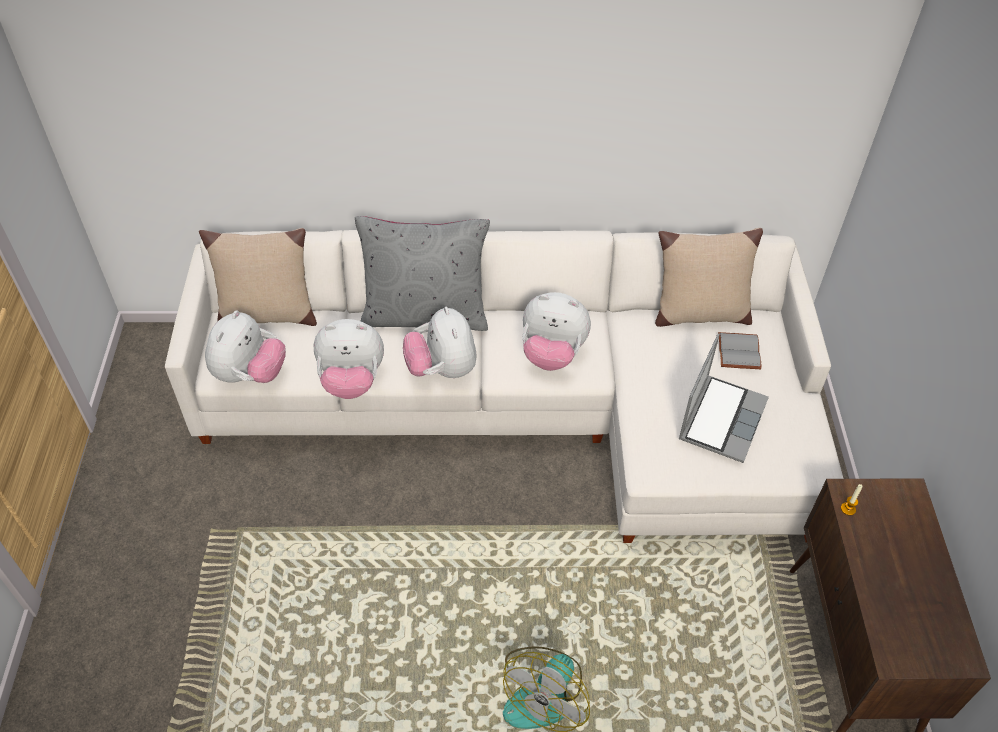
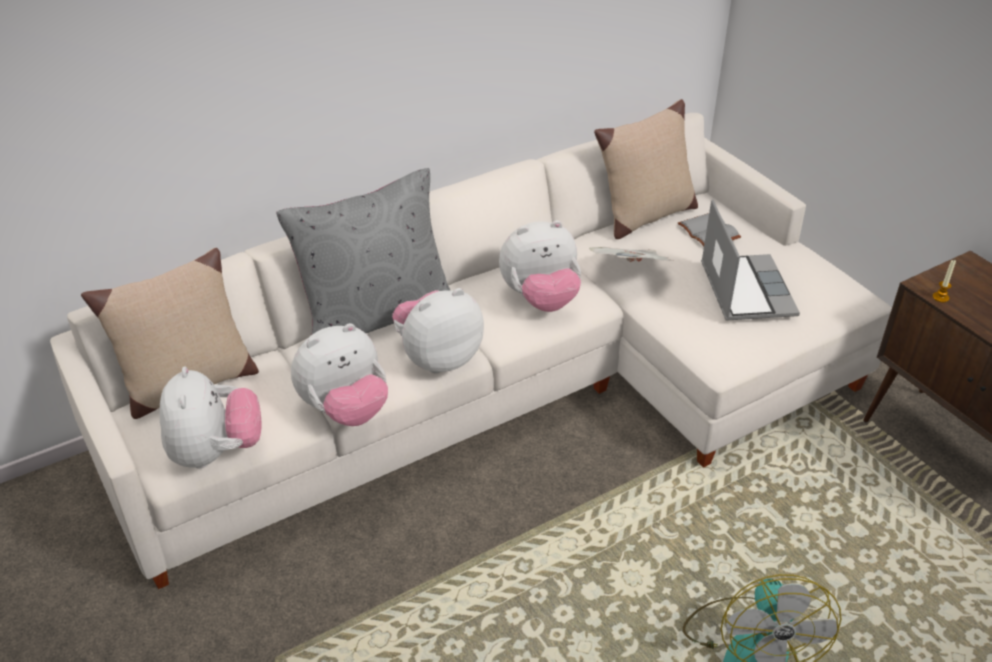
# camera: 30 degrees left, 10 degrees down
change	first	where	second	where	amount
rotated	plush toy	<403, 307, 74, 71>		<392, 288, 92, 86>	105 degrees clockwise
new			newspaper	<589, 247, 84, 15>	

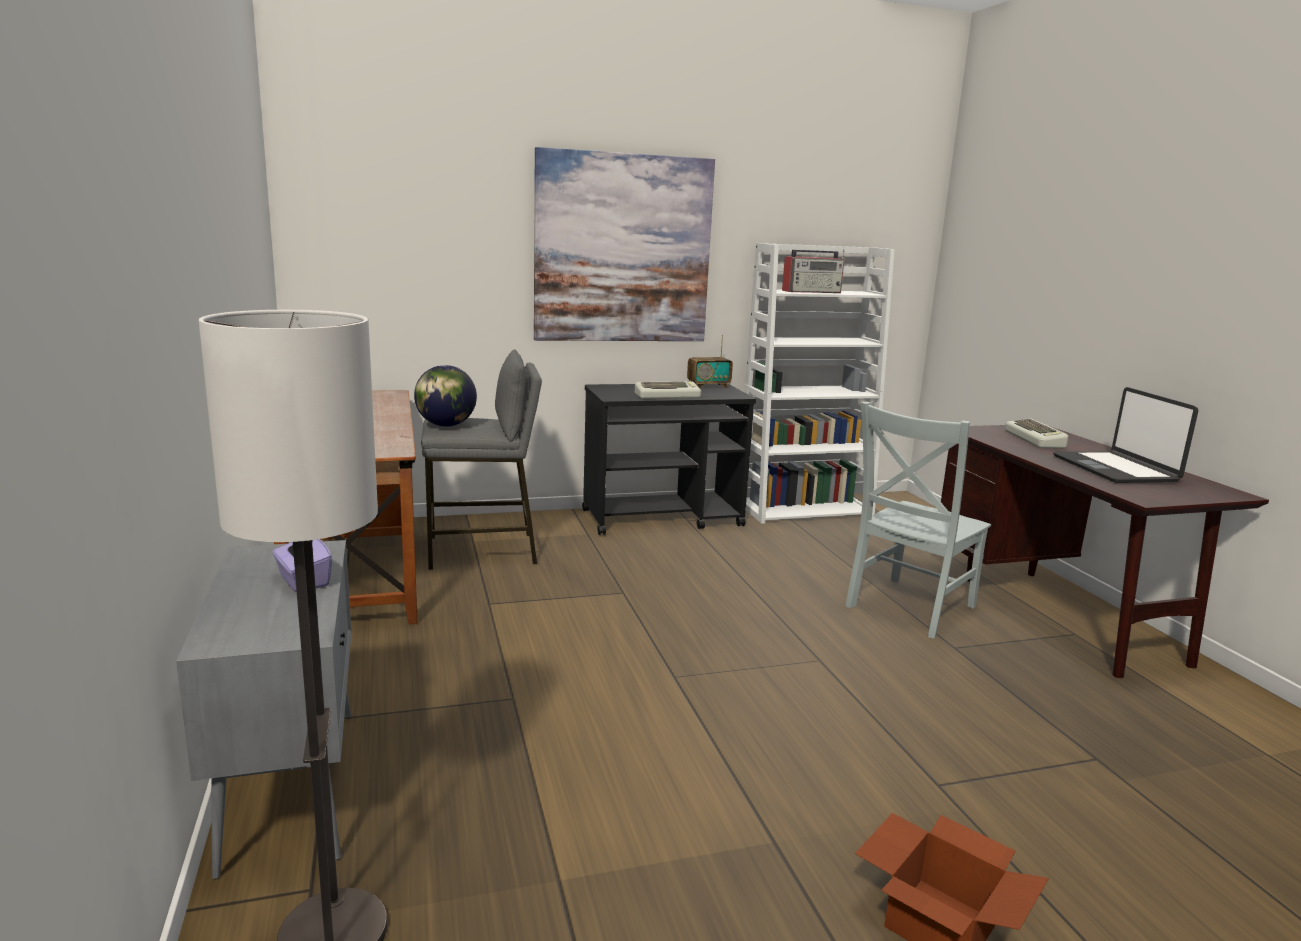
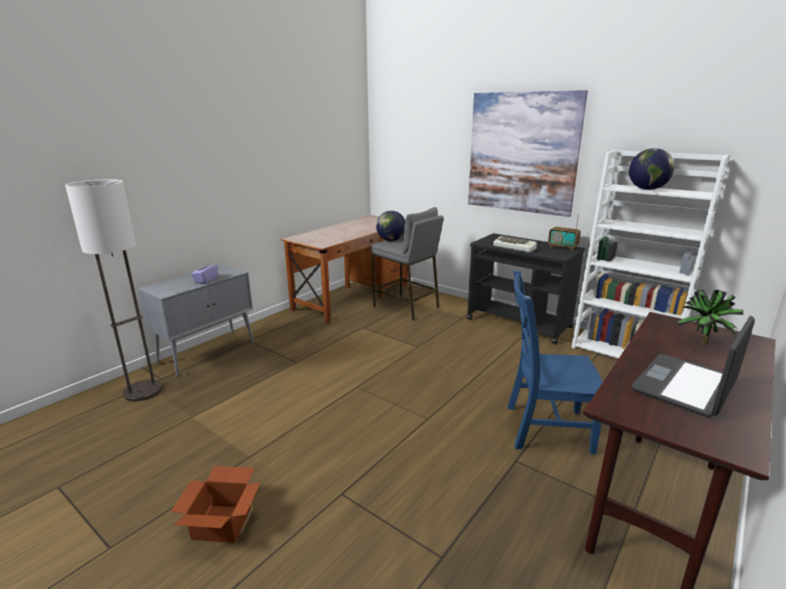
# camera: 55 degrees right, 5 degrees up
change	first	where	second	where	amount
repainted	grey chair	<845, 402, 146, 237>	blue chair	<507, 270, 96, 185>	
swapped	radio	<782, 249, 63, 44>	globe	<629, 148, 46, 42>	
swapped	keyboard	<1005, 418, 63, 31>	potted plant	<677, 289, 66, 56>	

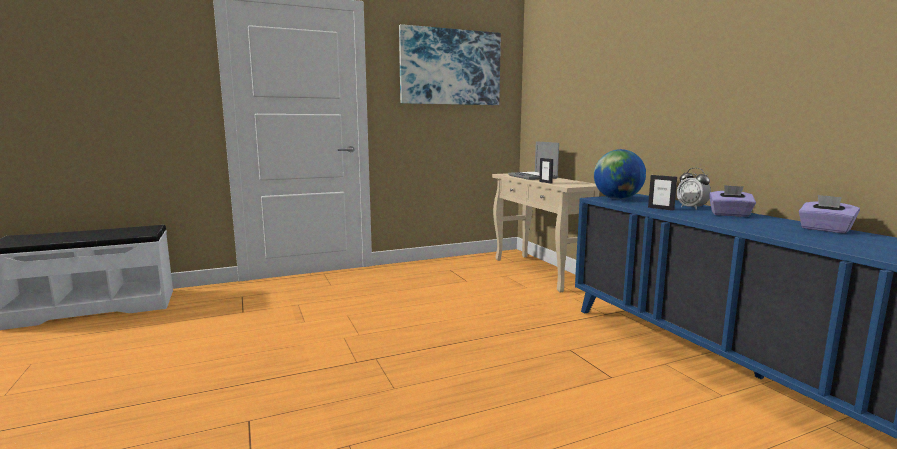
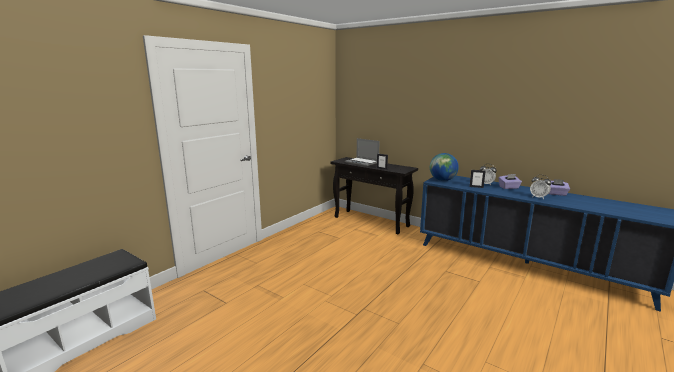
# camera: 30 degrees left, 5 degrees up
change	first	where	second	where	amount
repainted	beige console table	<492, 173, 107, 119>	black console table	<330, 157, 88, 77>	
new			alarm clock	<530, 175, 21, 24>	
gone	picture	<399, 24, 102, 81>			

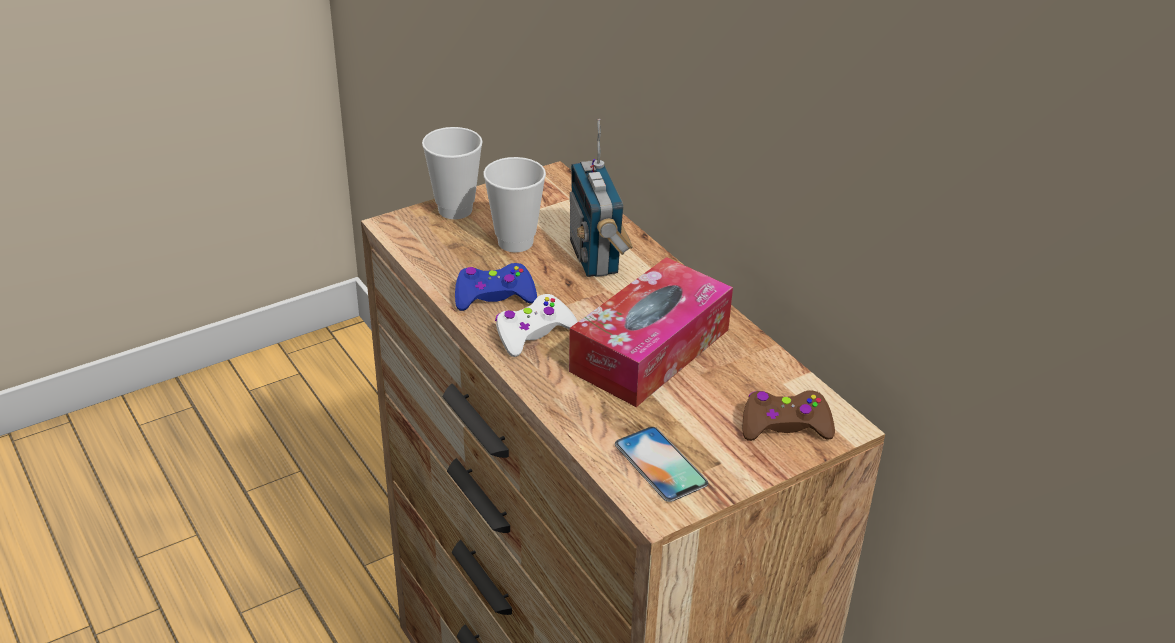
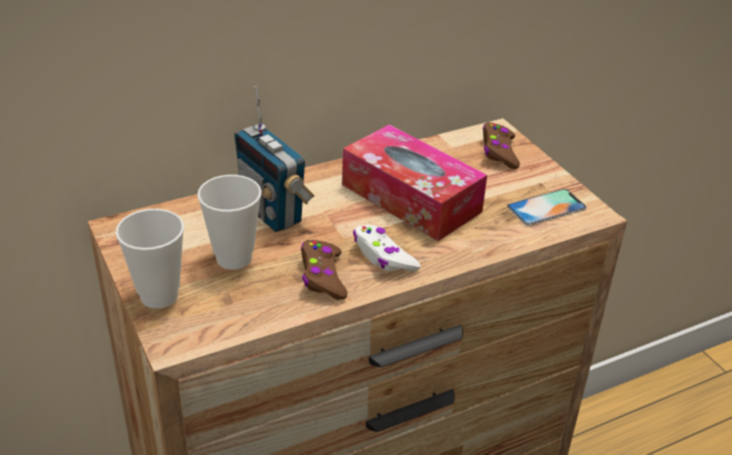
# camera: 85 degrees left, 0 degrees up
change	first	where	second	where	amount
rotated	radio	<570, 119, 63, 158>		<234, 86, 80, 146>	60 degrees clockwise
repainted	blue game controller	<455, 263, 82, 48>	brown game controller	<301, 240, 47, 60>	

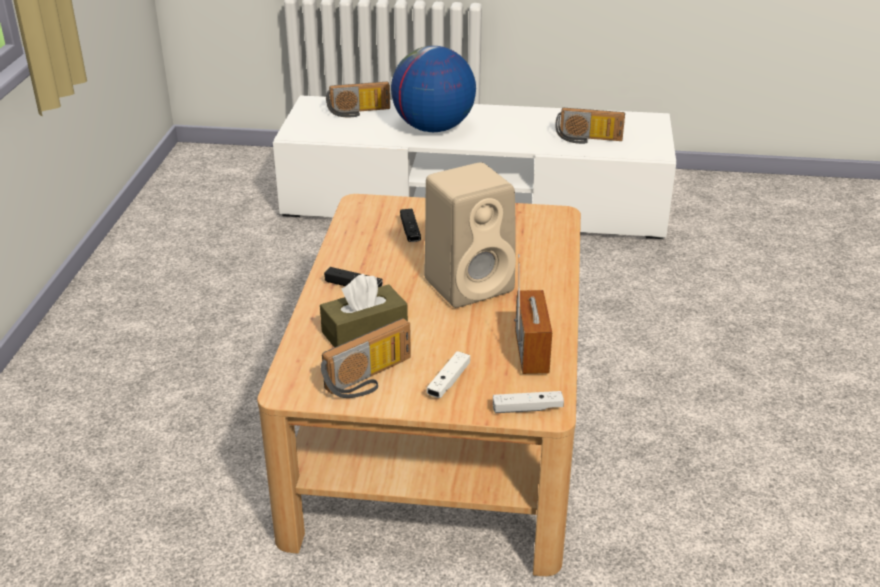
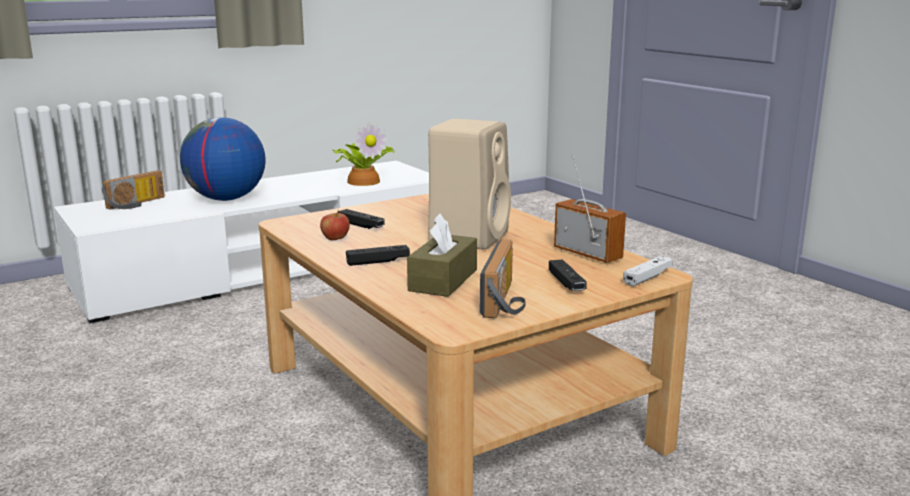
# camera: 40 degrees left, 15 degrees down
change	first	where	second	where	amount
new			apple	<320, 210, 30, 30>	
swapped	radio	<555, 108, 70, 36>	potted plant	<332, 123, 64, 63>	
repainted	white game controller	<426, 351, 44, 47>	black game controller	<549, 259, 37, 32>	

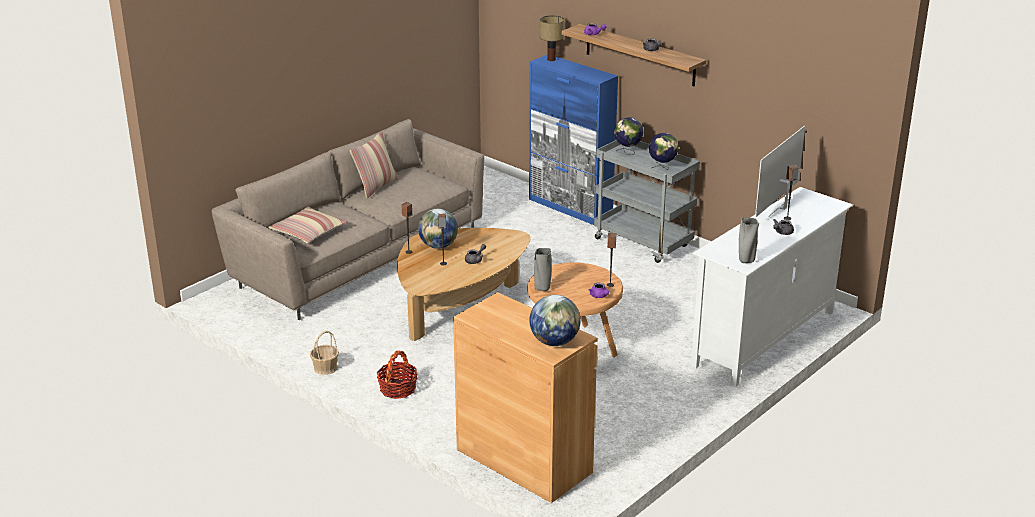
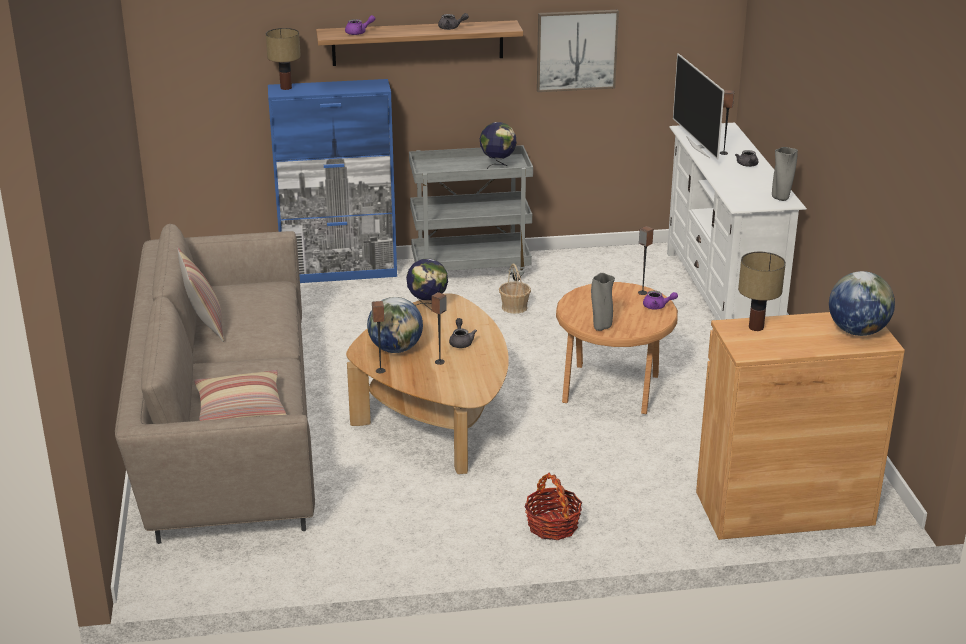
# camera: 50 degrees left, 0 degrees up
change	first	where	second	where	amount
shifted	globe	<614, 117, 29, 38>		<406, 259, 42, 50>	
shifted	basket	<310, 331, 29, 44>		<499, 264, 32, 50>	
new			picture	<537, 10, 82, 82>	
new			table lamp	<738, 252, 48, 79>	

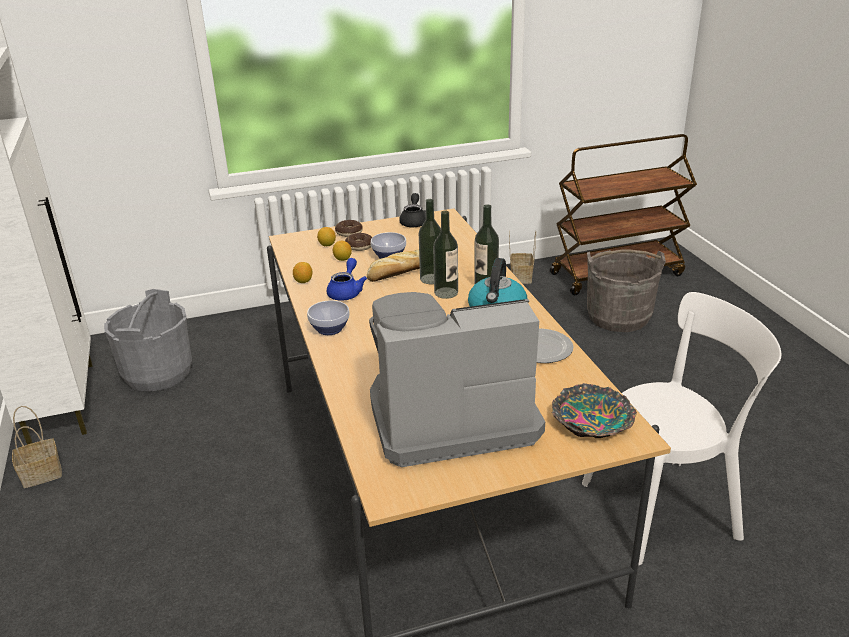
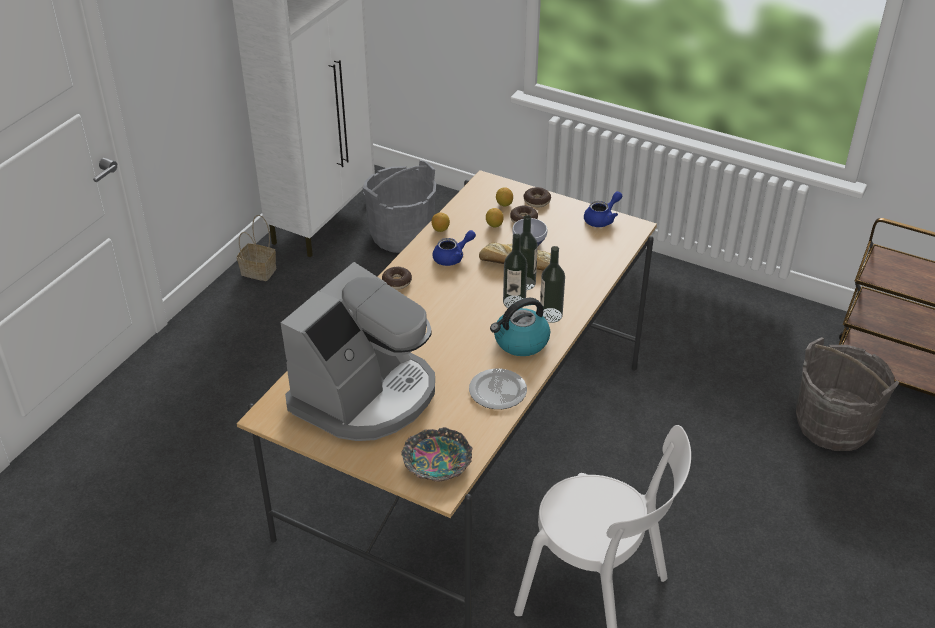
# camera: 45 degrees right, 10 degrees up
change	first	where	second	where	amount
rotated	coffee machine	<369, 292, 176, 175>		<281, 262, 154, 179>	90 degrees clockwise
swapped	bowl	<307, 300, 43, 35>	donut	<382, 267, 30, 23>	
repainted	black teapot	<399, 193, 27, 34>	blue teapot	<584, 191, 38, 36>	
gone	basket	<509, 231, 27, 53>			

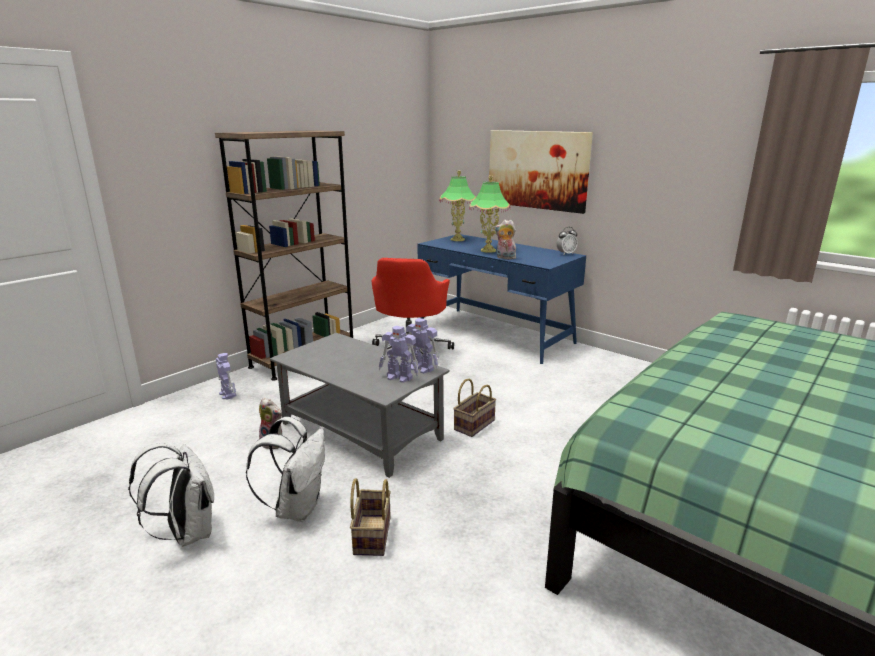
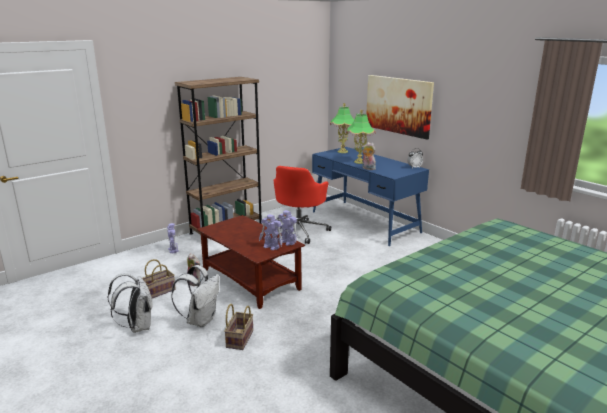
# camera: 10 degrees right, 0 degrees up
change	first	where	second	where	amount
shifted	basket	<453, 378, 43, 59>		<142, 259, 34, 40>	
repainted	grey coffee table	<270, 333, 179, 145>	brown coffee table	<197, 215, 108, 94>	

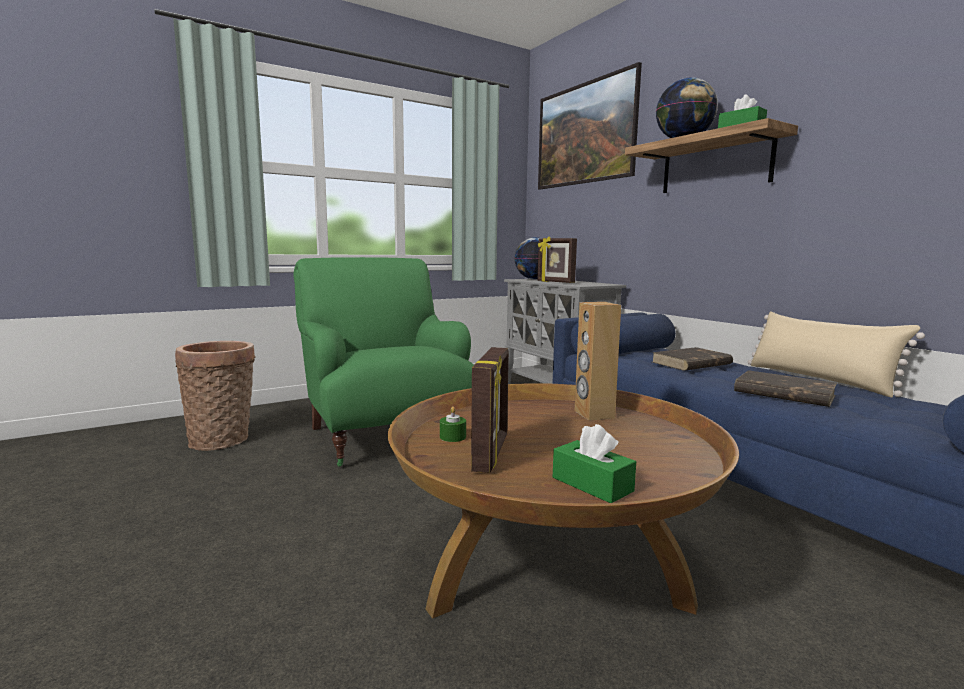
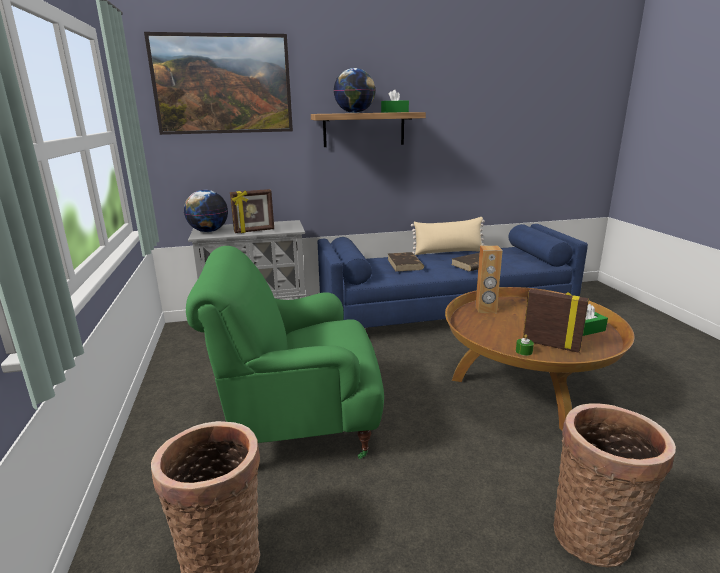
# camera: 70 degrees left, 10 degrees up
change	first	where	second	where	amount
new			basket	<553, 403, 123, 164>	

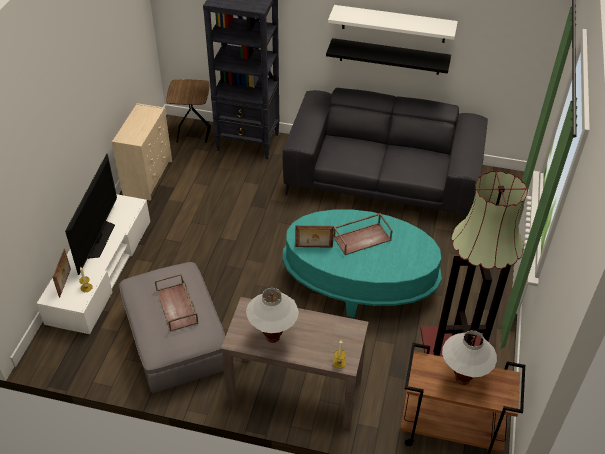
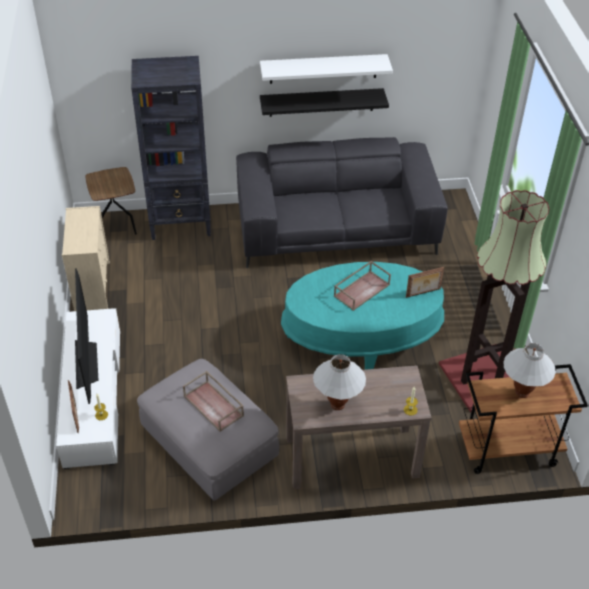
# camera: 20 degrees left, 0 degrees up
change	first	where	second	where	amount
shifted	picture frame	<295, 225, 39, 23>		<406, 267, 38, 31>	

